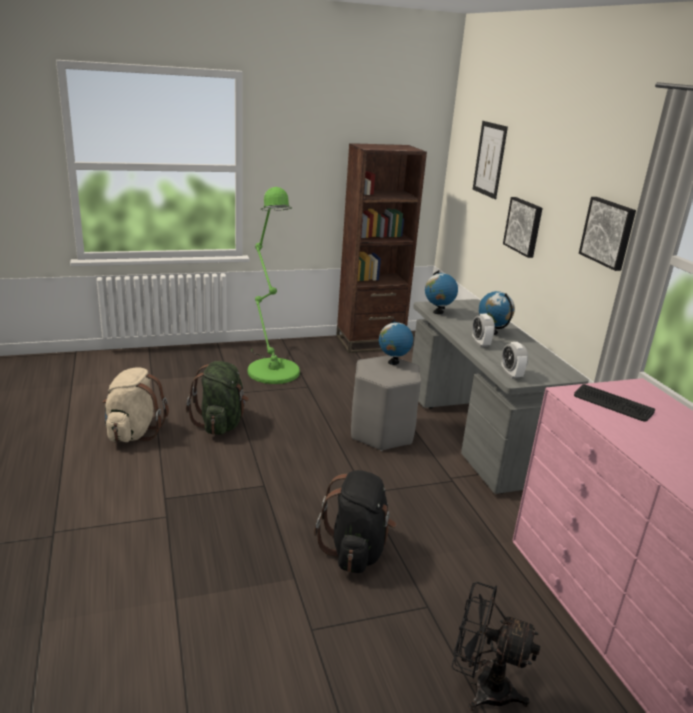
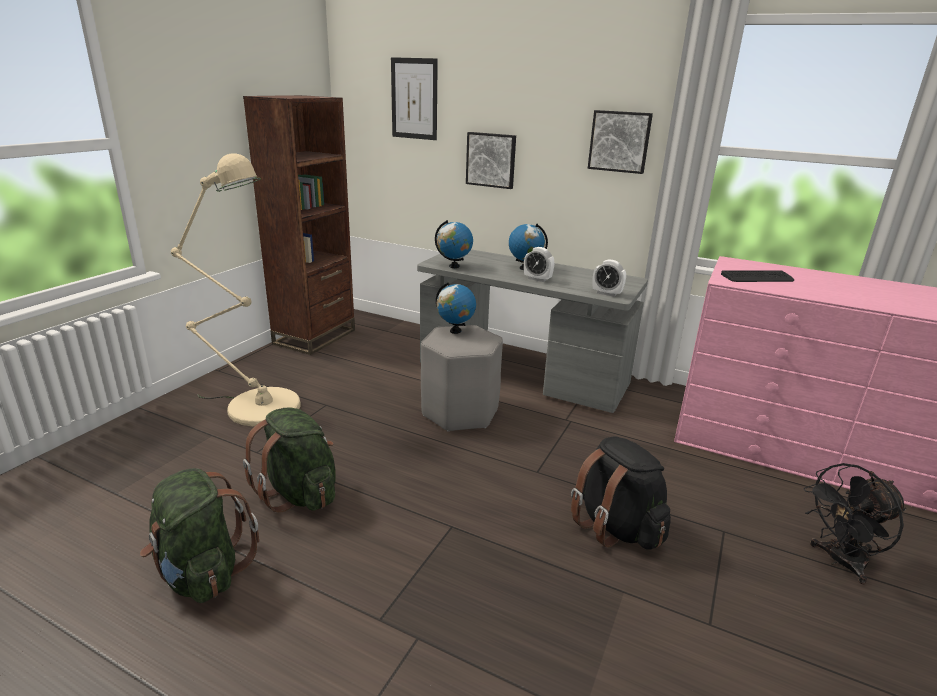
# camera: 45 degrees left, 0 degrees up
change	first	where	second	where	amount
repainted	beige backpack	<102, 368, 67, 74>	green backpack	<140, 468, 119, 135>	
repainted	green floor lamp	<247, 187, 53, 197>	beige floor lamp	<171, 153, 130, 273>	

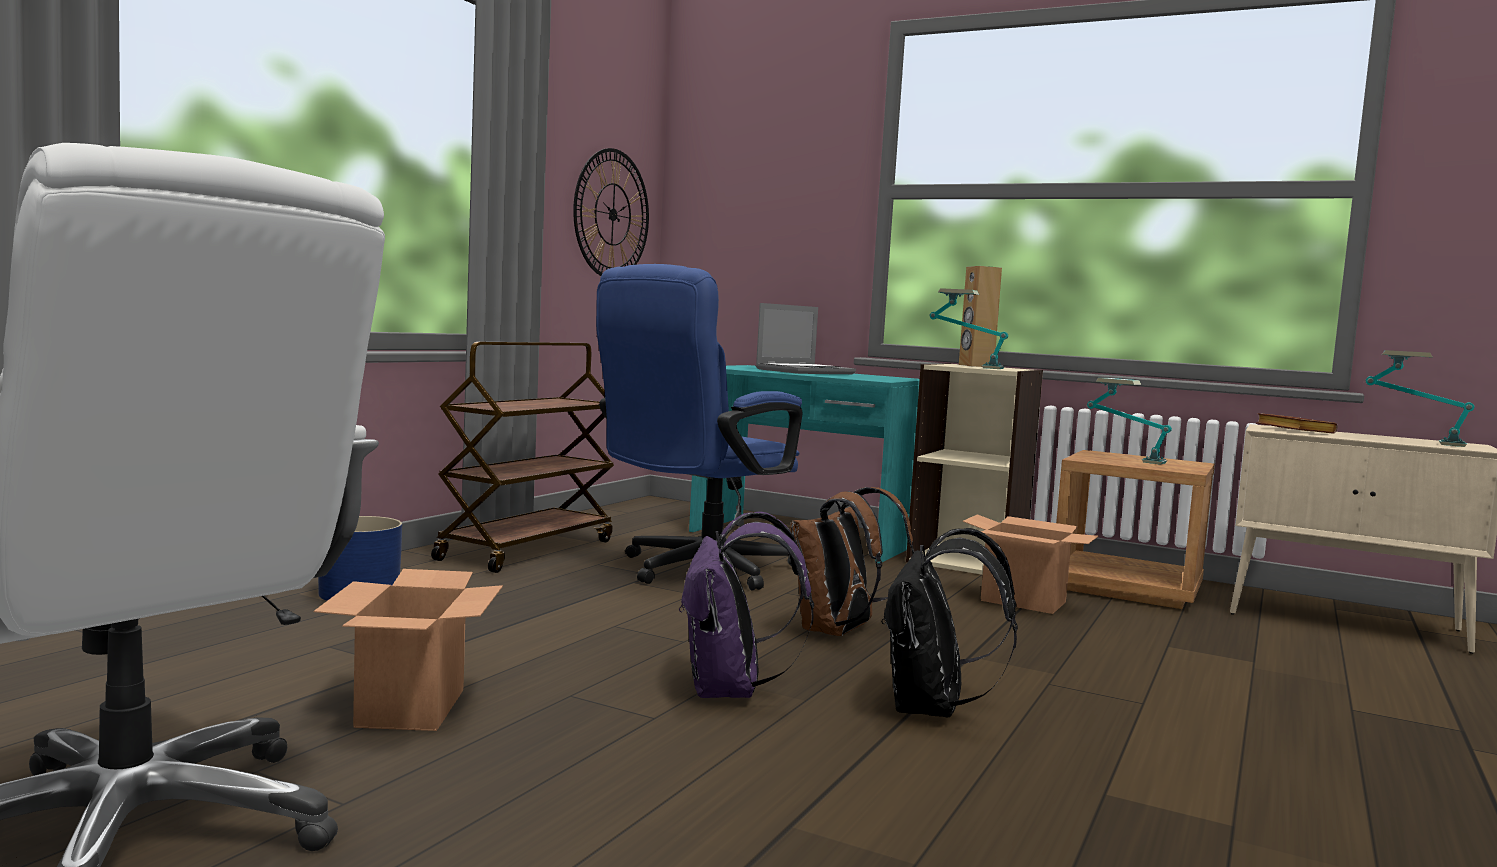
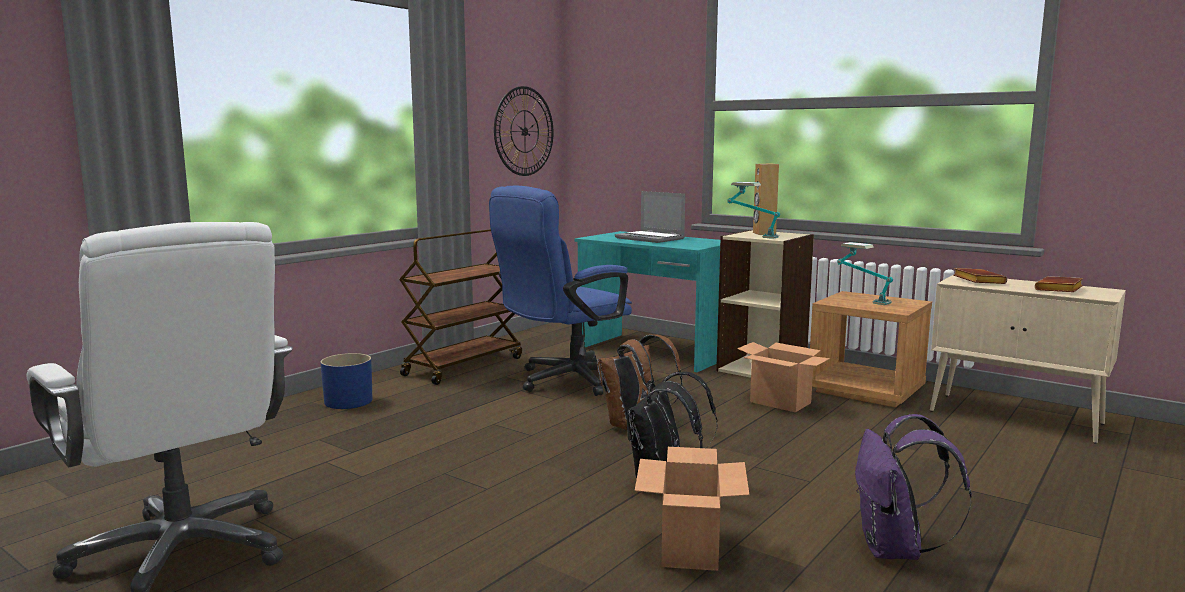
# camera: 10 degrees right, 5 degrees up
change	first	where	second	where	amount
rotated	laptop	<756, 303, 100, 71>		<615, 191, 70, 52>	75 degrees clockwise
shifted	cardboard box	<314, 569, 189, 162>		<635, 447, 115, 124>	
shifted	purple backpack	<679, 511, 135, 187>		<855, 414, 117, 146>	
swapped	table lamp	<1366, 350, 108, 97>	brown book	<1035, 276, 48, 16>	

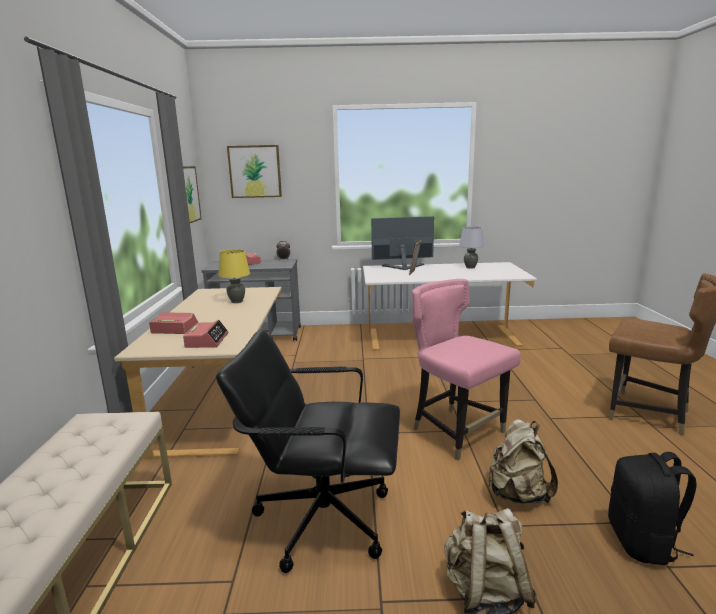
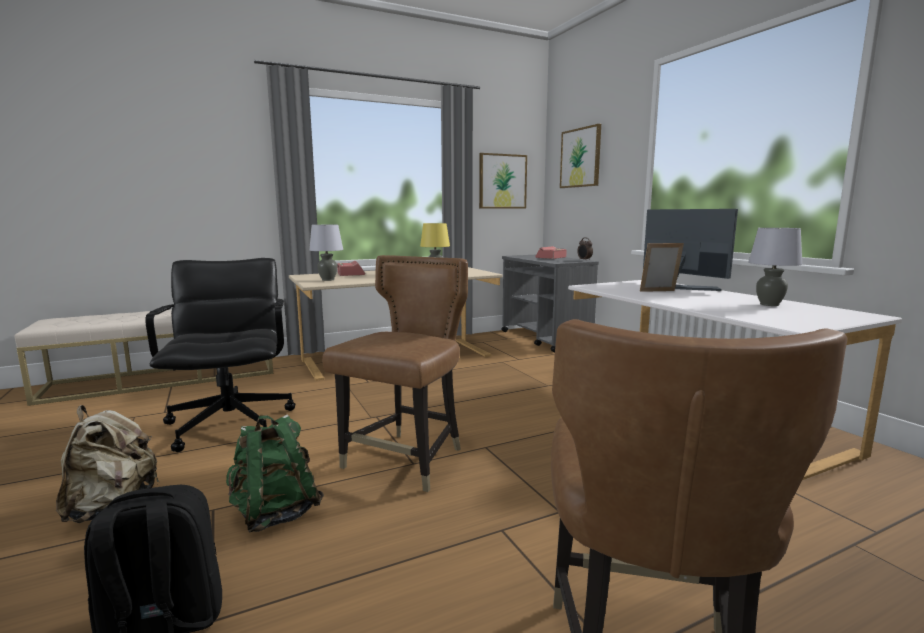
# camera: 65 degrees right, 5 degrees down
change	first	where	second	where	amount
repainted	beige backpack	<488, 419, 70, 84>	green backpack	<226, 414, 98, 118>	
swapped	alarm clock	<183, 320, 45, 28>	grey table lamp	<309, 225, 34, 56>	
repainted	pink chair	<412, 279, 109, 181>	brown chair	<322, 255, 146, 237>	

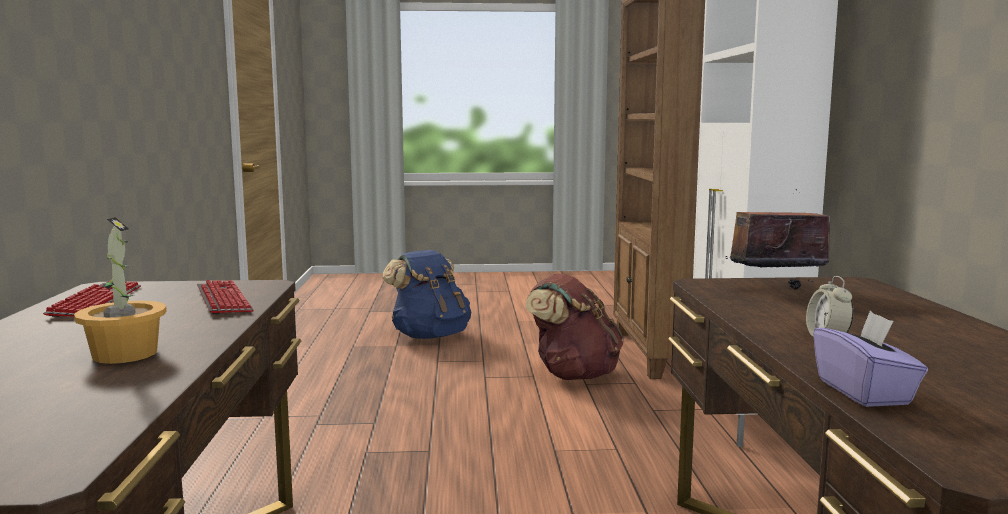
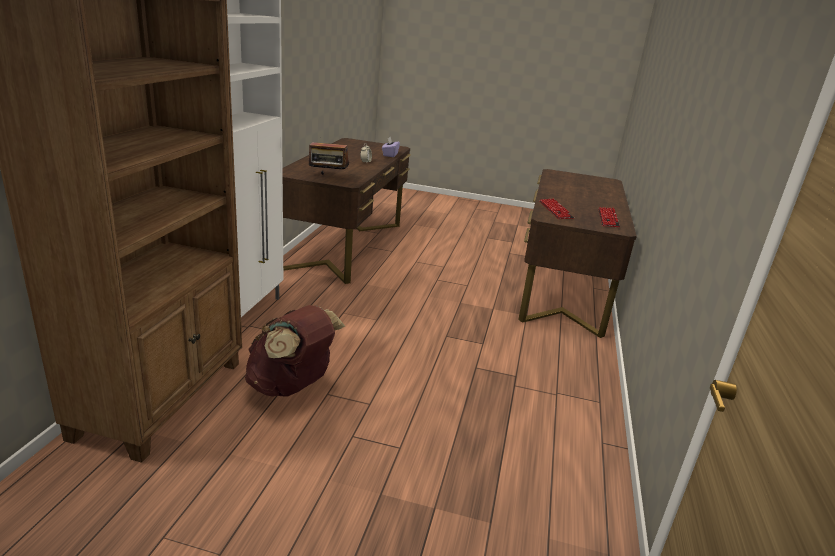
# camera: 165 degrees left, 15 degrees up
change	first	where	second	where	amount
gone	potted plant	<74, 217, 93, 147>			
gone	blue backpack	<382, 250, 89, 89>			

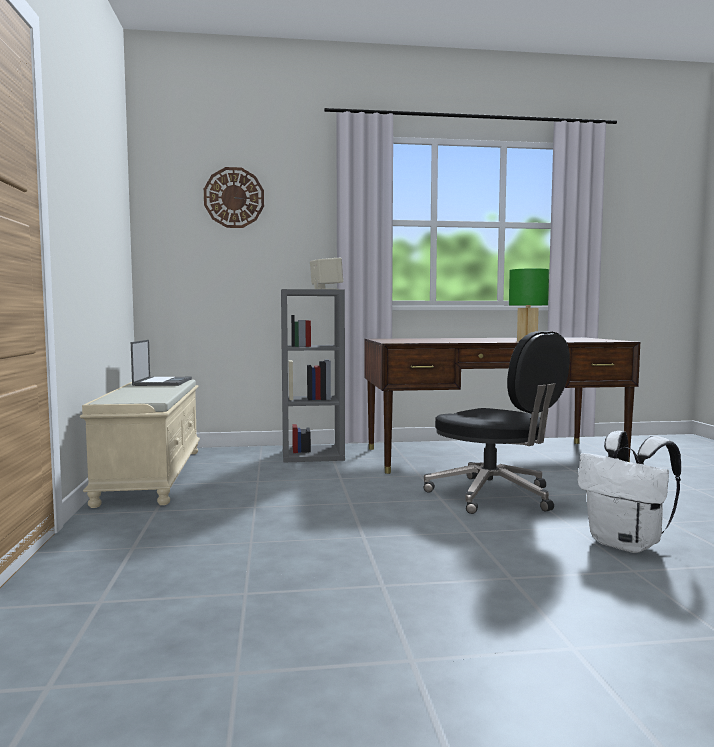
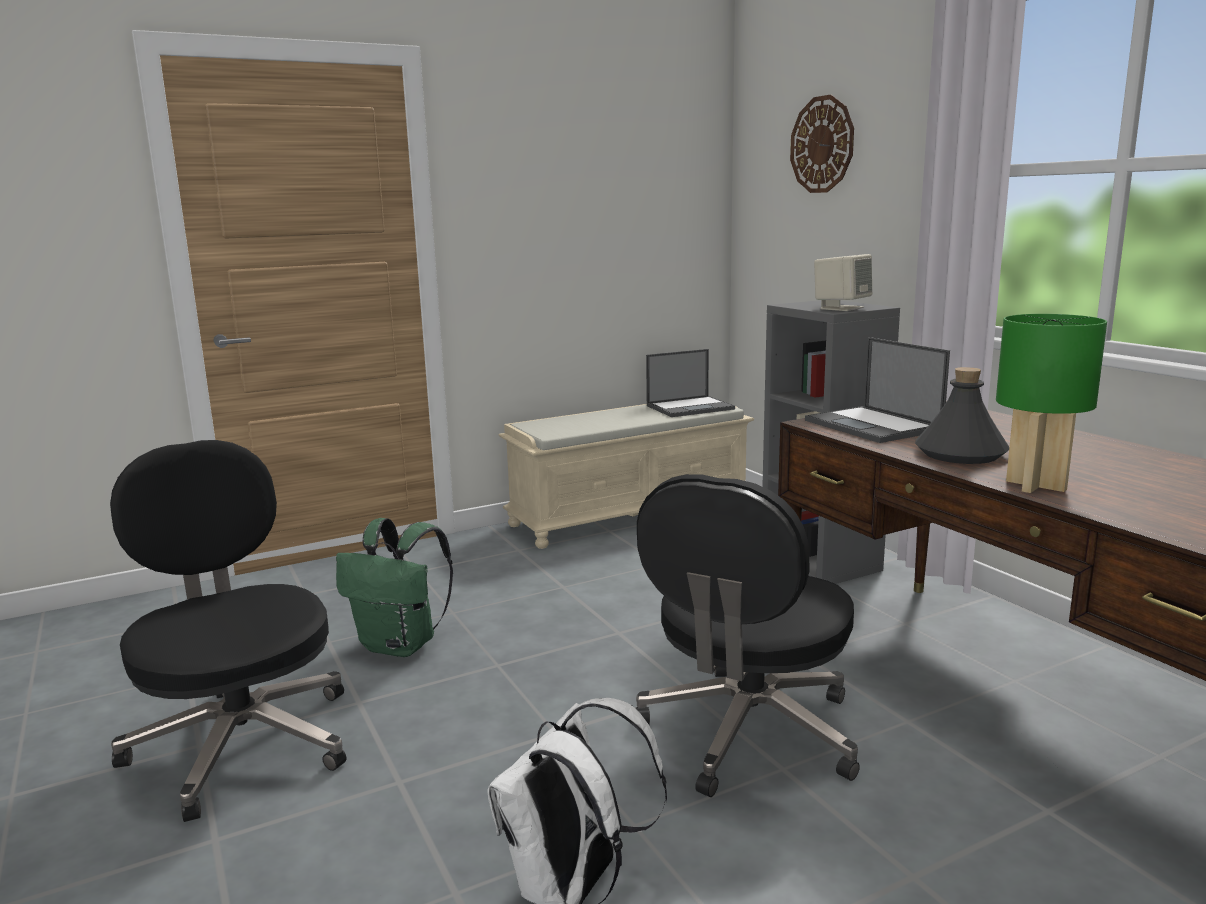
# camera: 70 degrees right, 10 degrees up
change	first	where	second	where	amount
new			black office chair	<110, 440, 236, 382>	
new			green backpack	<336, 518, 117, 139>	
new			laptop	<805, 337, 145, 106>	
new			grey bottle	<915, 367, 94, 97>	

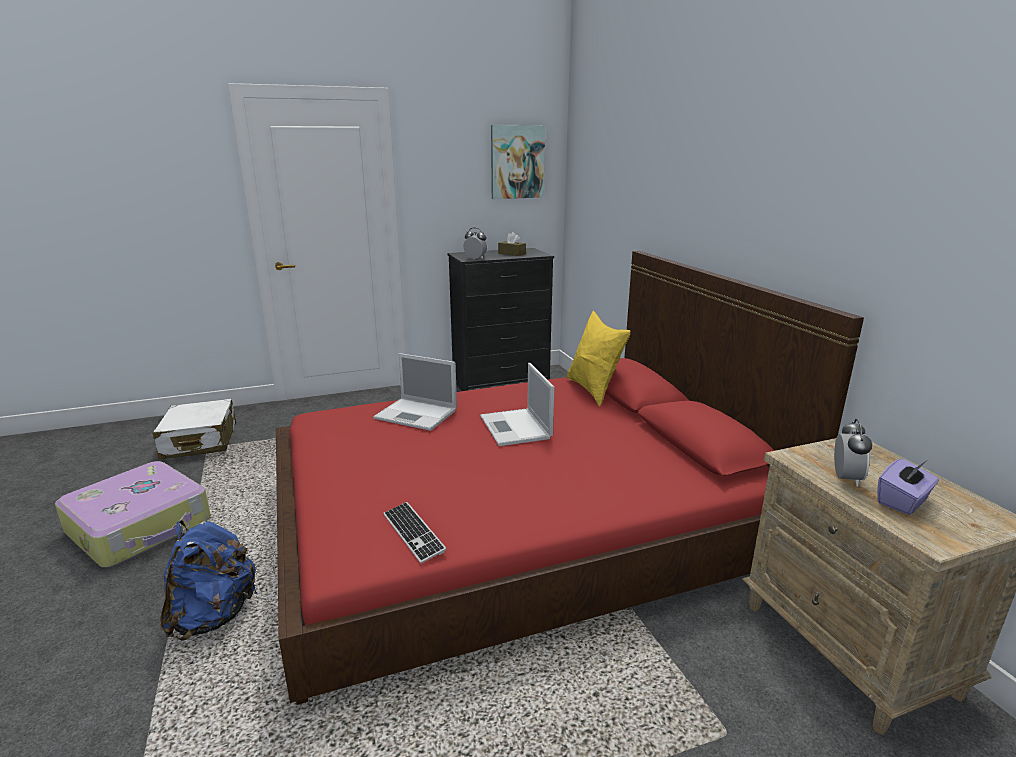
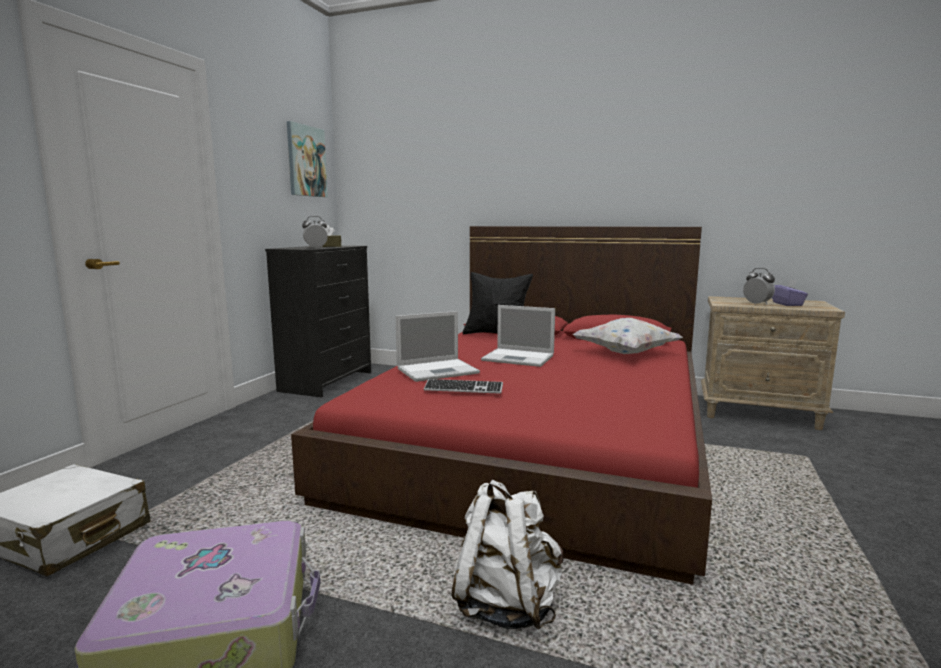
# camera: 50 degrees left, 10 degrees down
change	first	where	second	where	amount
shifted	keyboard	<383, 502, 64, 61>		<424, 379, 79, 15>	
repainted	blue backpack	<161, 520, 96, 121>	white backpack	<451, 480, 113, 150>	
repainted	yellow pillow	<567, 311, 64, 95>	black pillow	<462, 272, 71, 62>	
new			white pillow	<573, 318, 110, 36>	

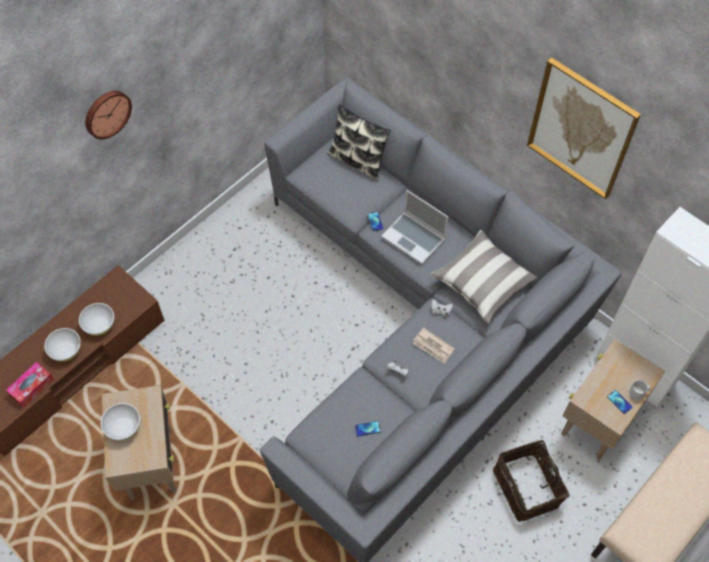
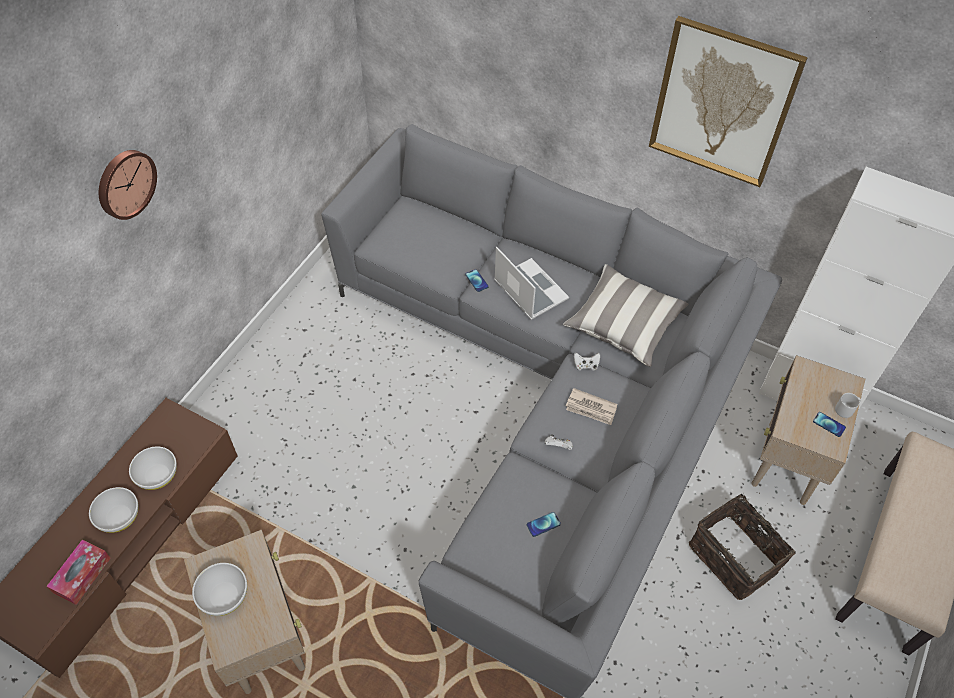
# camera: 15 degrees left, 5 degrees down
change	first	where	second	where	amount
rotated	laptop	<381, 190, 67, 74>		<494, 247, 75, 73>	150 degrees counterclockwise
gone	pillow	<328, 104, 63, 77>			

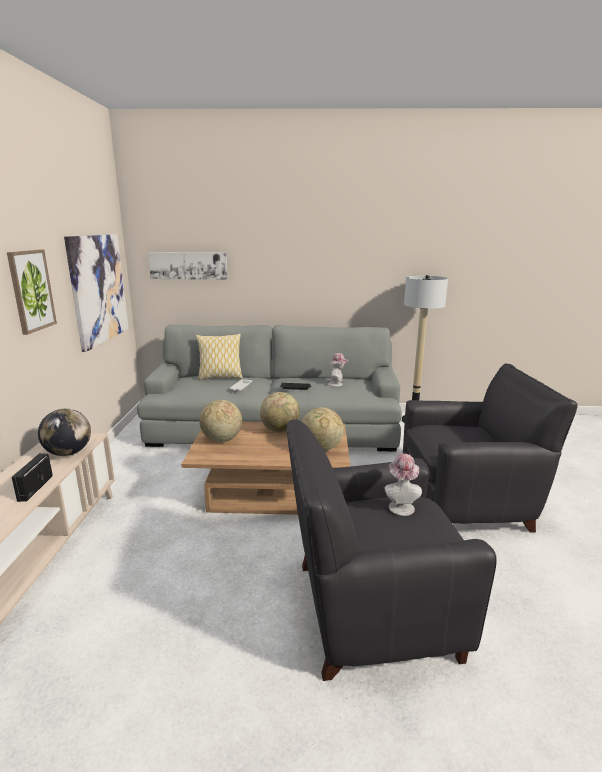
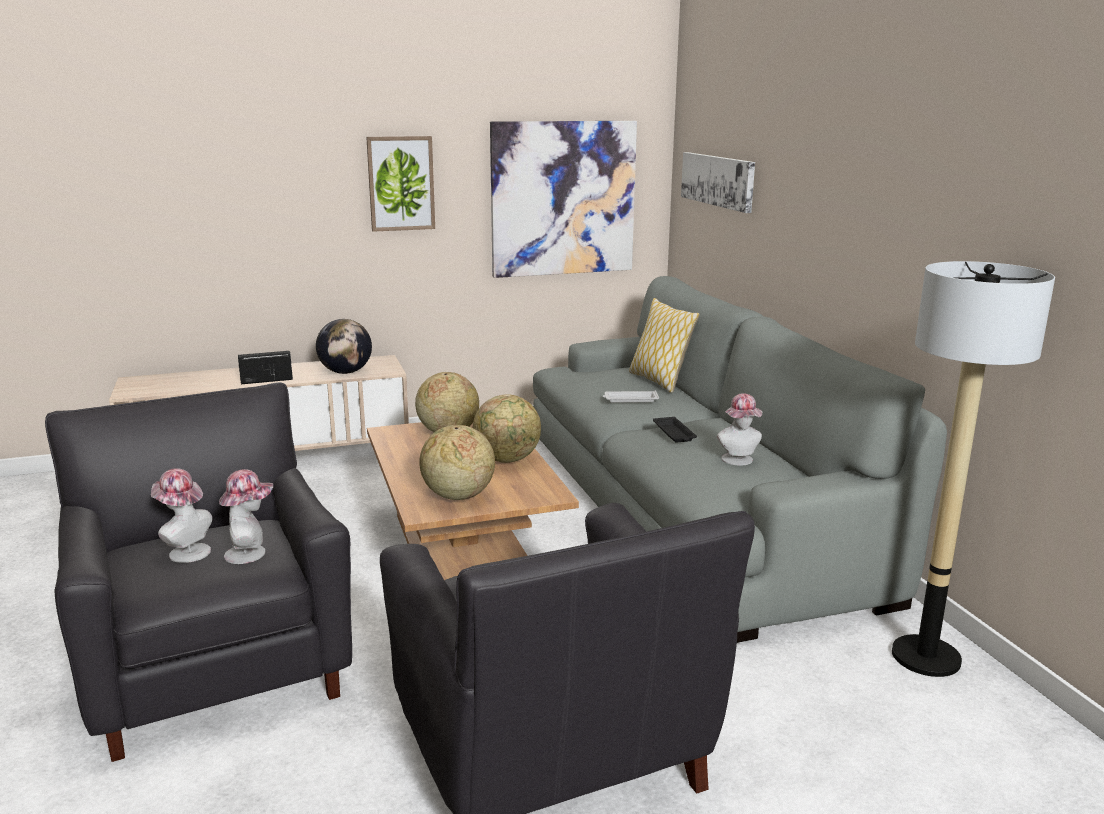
# camera: 70 degrees right, 0 degrees up
change	first	where	second	where	amount
new			hat	<151, 468, 61, 95>	

